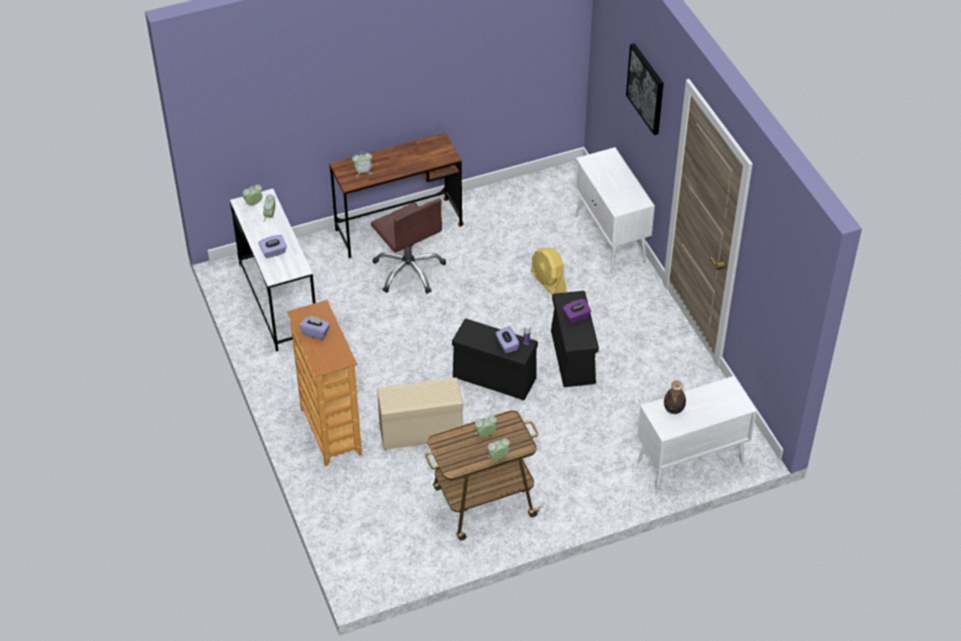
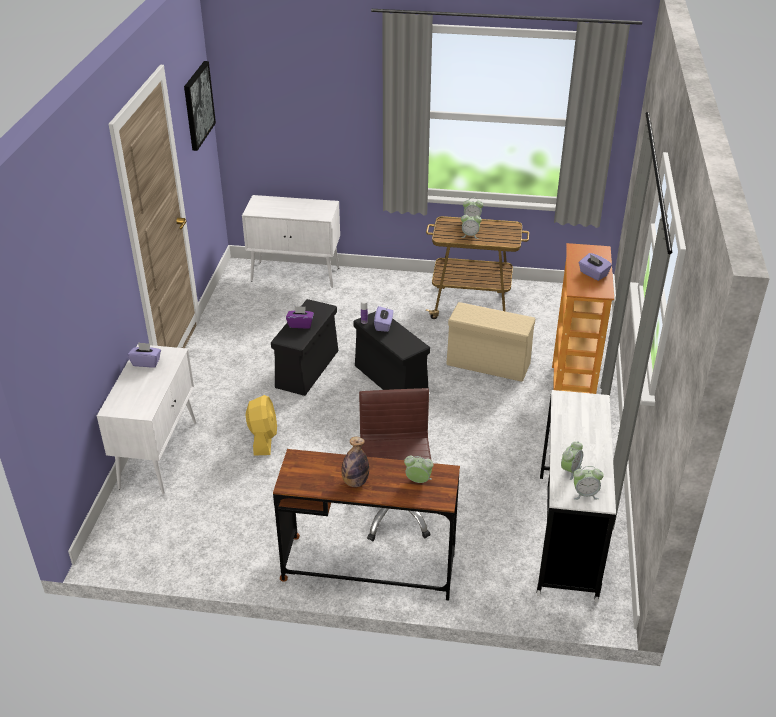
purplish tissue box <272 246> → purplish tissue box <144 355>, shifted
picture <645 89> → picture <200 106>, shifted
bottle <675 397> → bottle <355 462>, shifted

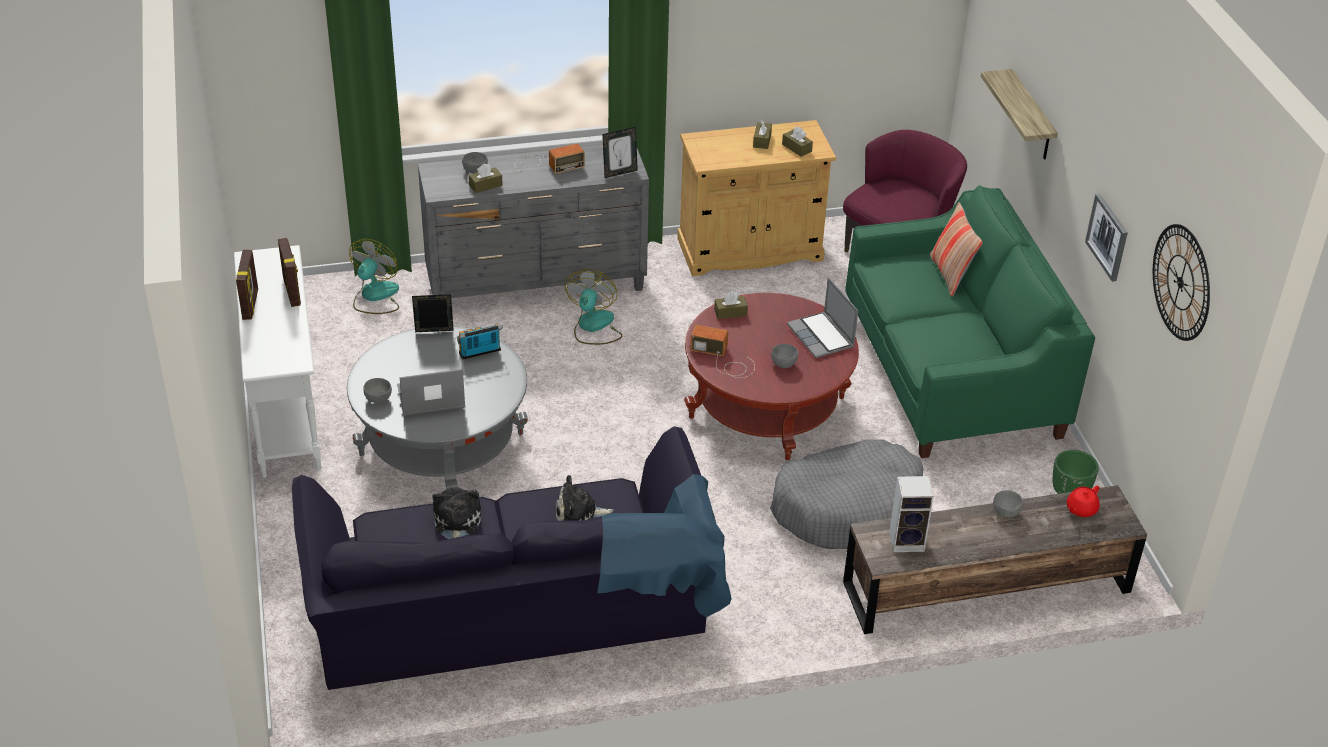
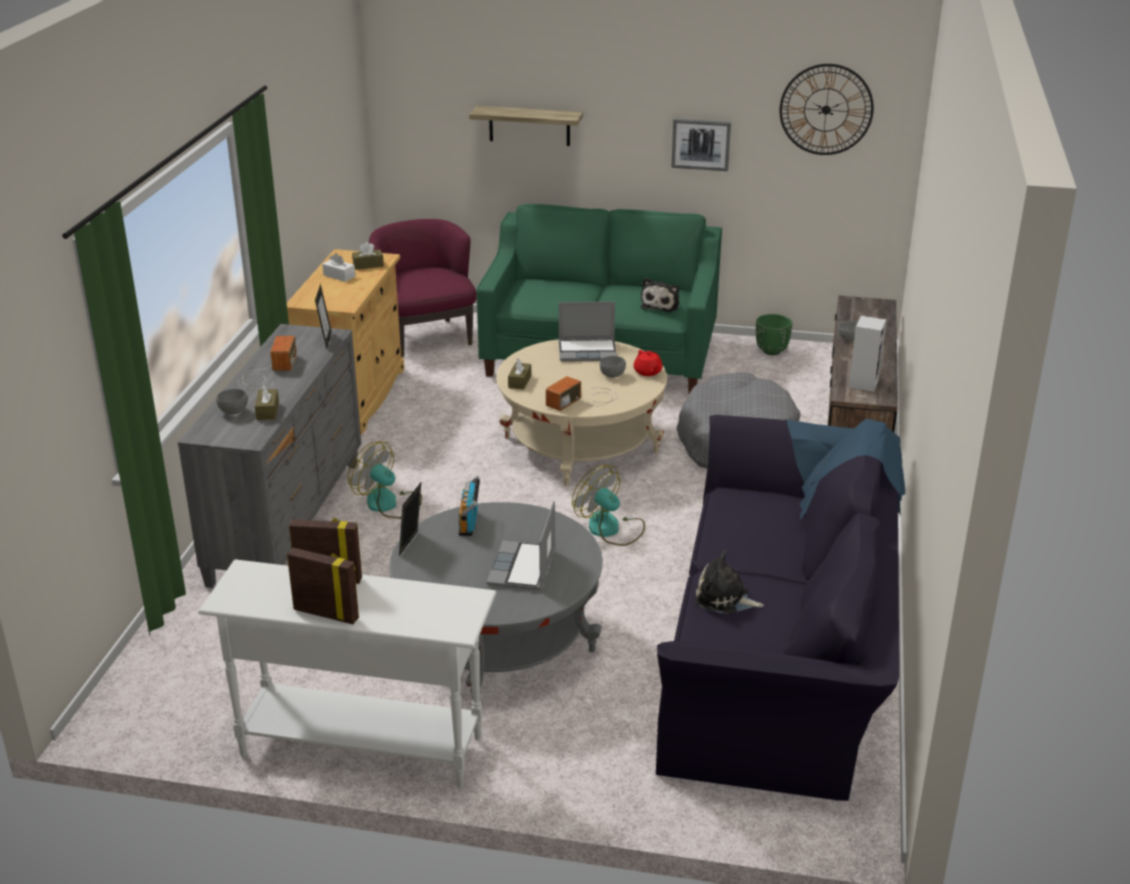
brownish tissue box <762 134> → white-coloured tissue box <338 267>
reddish coffee table <771 376> → beige-coloured coffee table <581 412>
cooling fan <374 276> → cooling fan <608 505>, shifted
reddish tea pot <1083 501> → reddish tea pot <648 363>, shifted
cuddly toy <584 498> → cuddly toy <660 295>, shifted
gray serving bowl <377 390> → -
cushion <956 249> → -

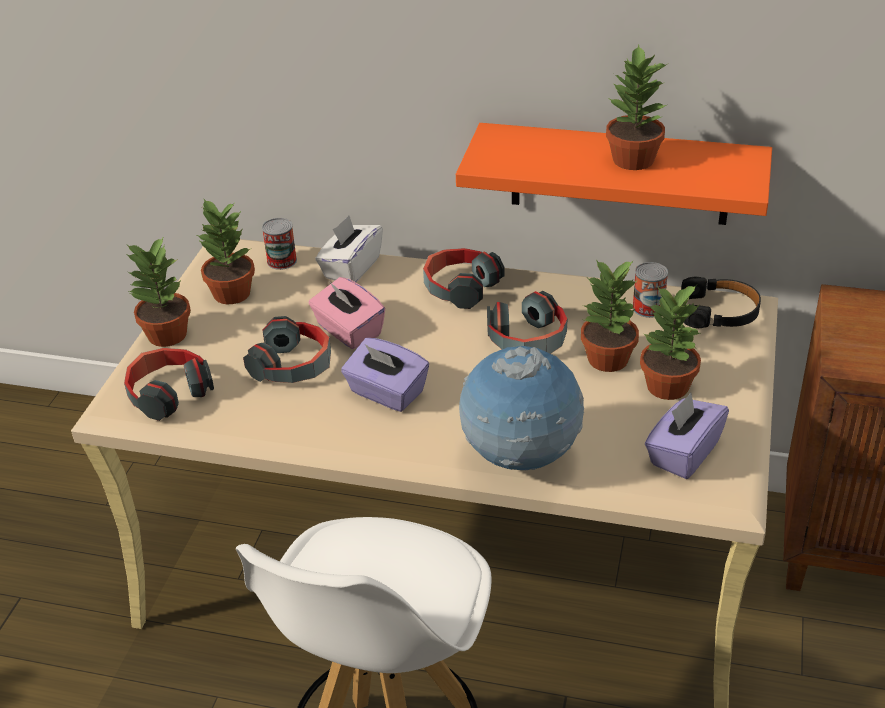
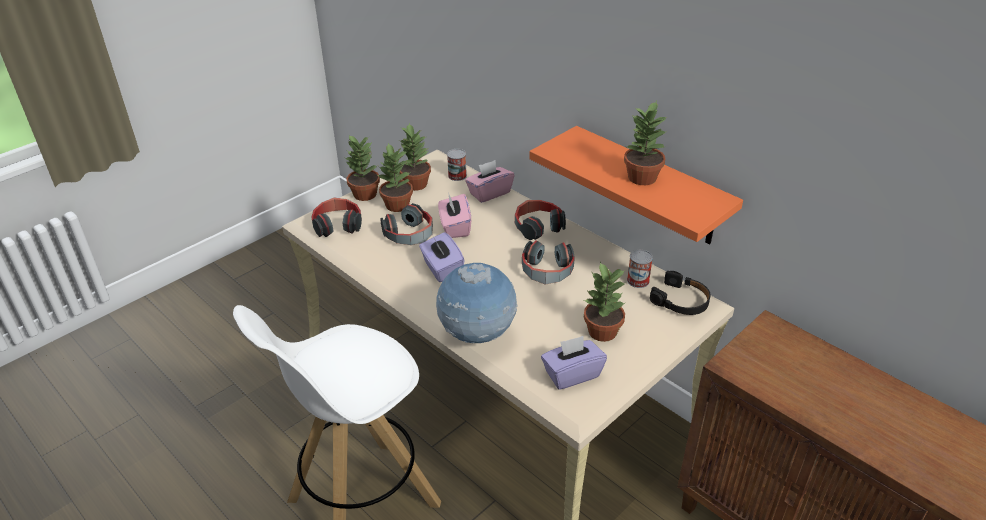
potted plant <610 316> → potted plant <395 177>, shifted
white-coloured tissue box <349 249> → pink-coloured tissue box <490 181>

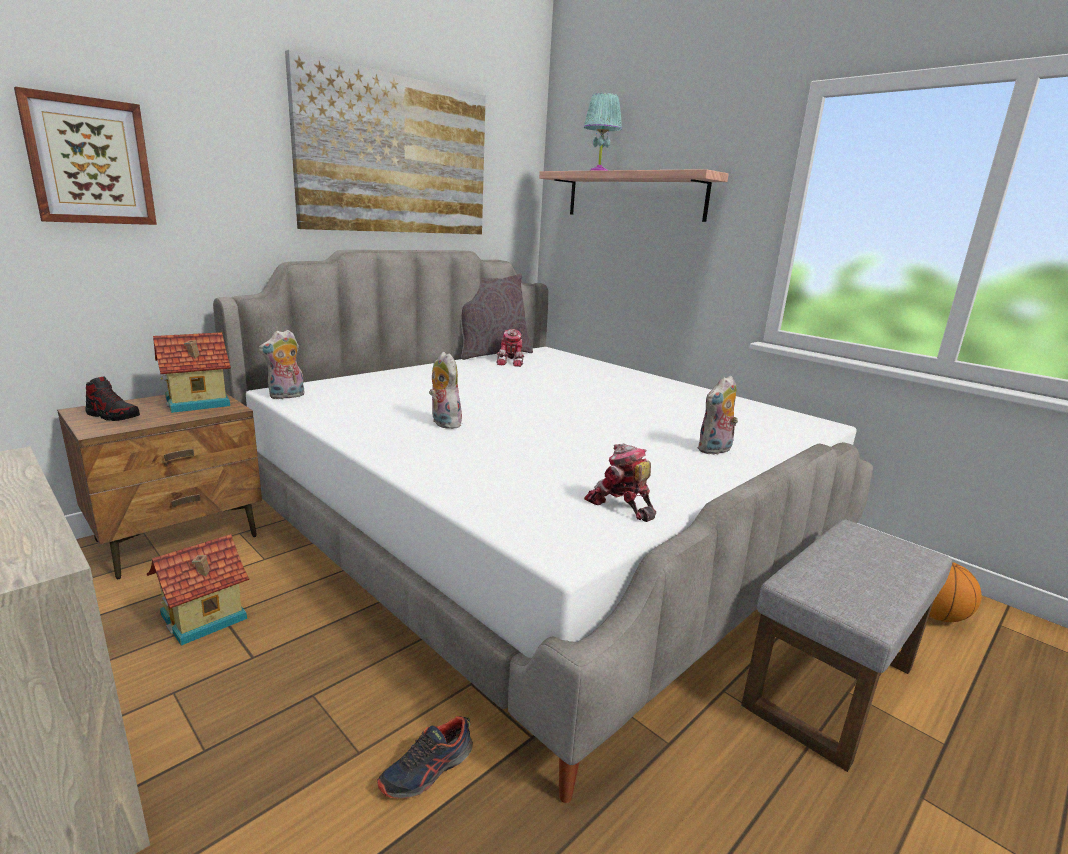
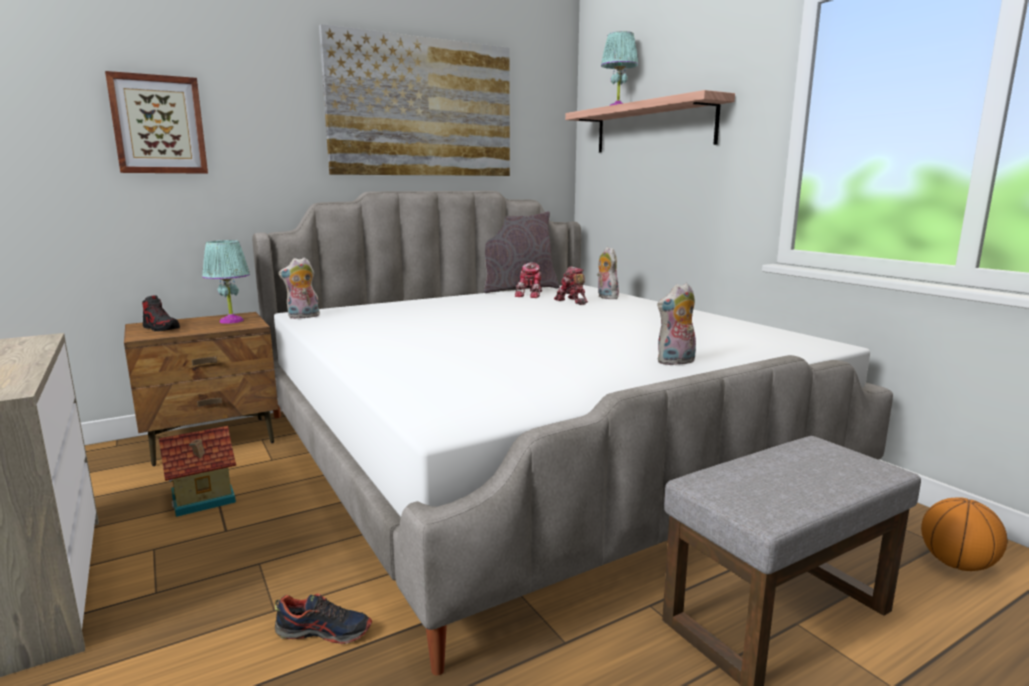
toy house <192 372> → turquoise-coloured table lamp <226 282>
item of footwear <425 757> → item of footwear <323 618>, 150 degrees counterclockwise
toy robot <620 482> → toy robot <571 285>, shifted
cuddly toy <445 390> → cuddly toy <608 273>, shifted

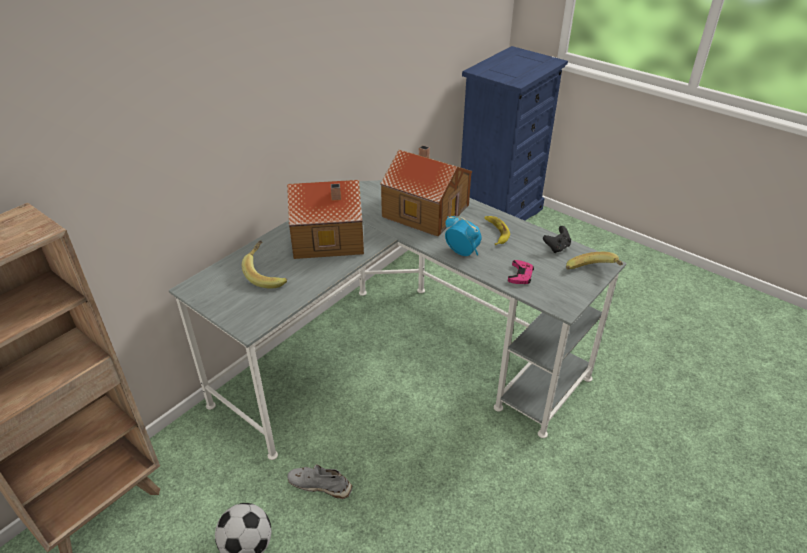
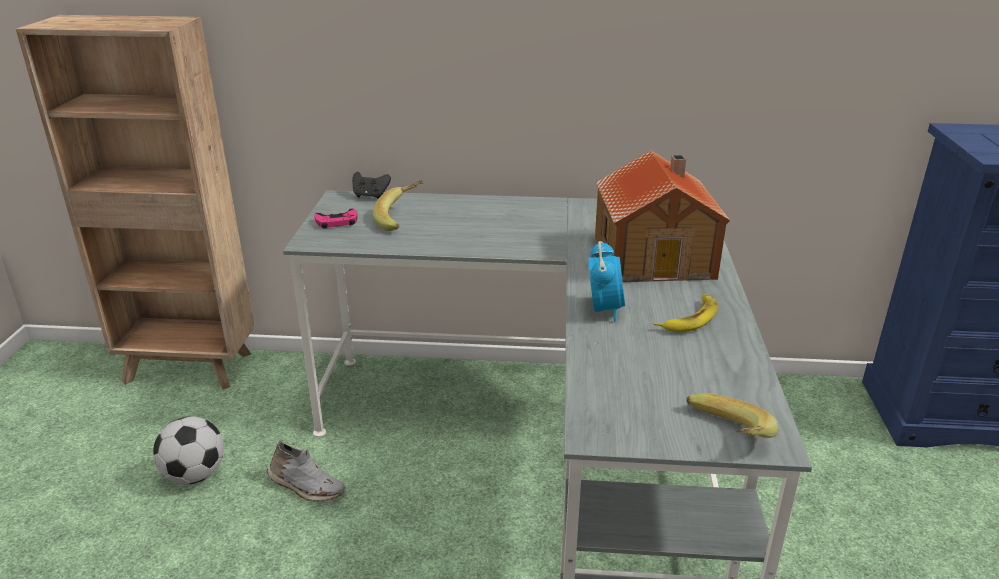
gray item of footwear <320 481> → gray item of footwear <306 471>, 135 degrees clockwise
pink-coloured joypad <521 272> → pink-coloured joypad <336 219>, shifted
black-coloured joypad <557 239> → black-coloured joypad <371 185>, shifted
toy house <325 219> → -

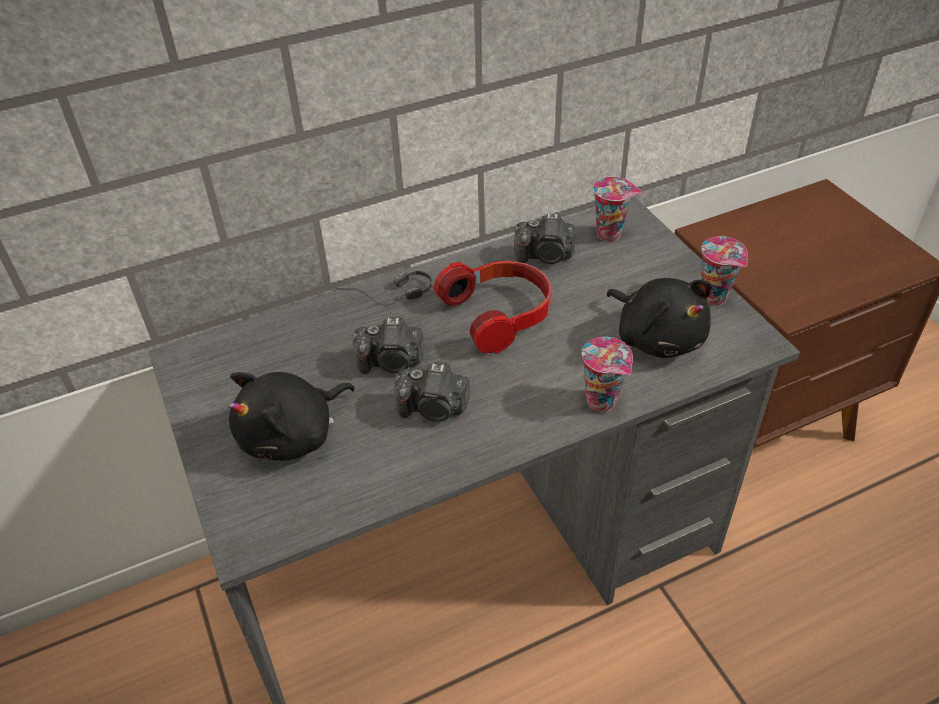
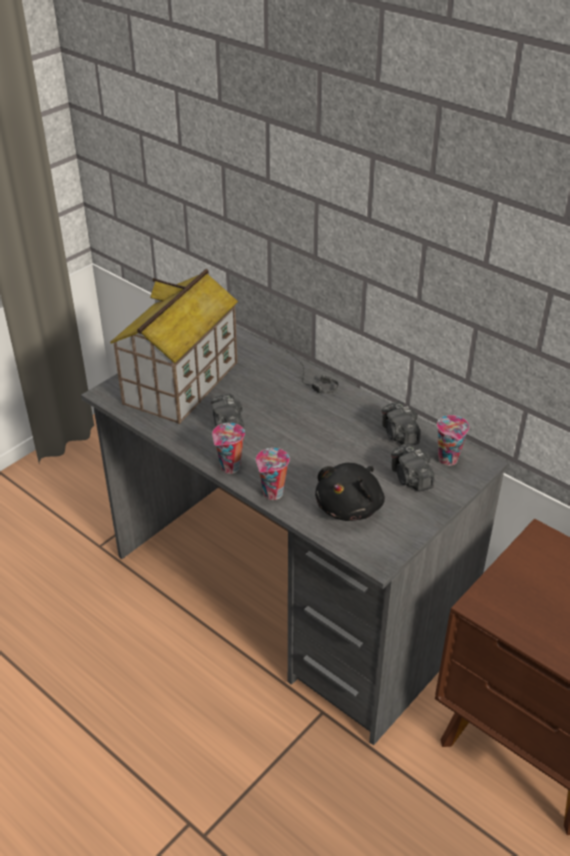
black-coloured cuddly toy <292 416> → toy house <174 346>
cup <724 271> → cup <228 448>, shifted
still camera <388 345> → still camera <413 467>, shifted
headset <492 307> → -

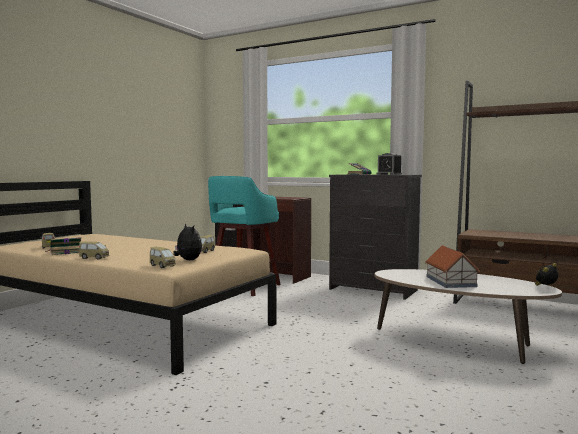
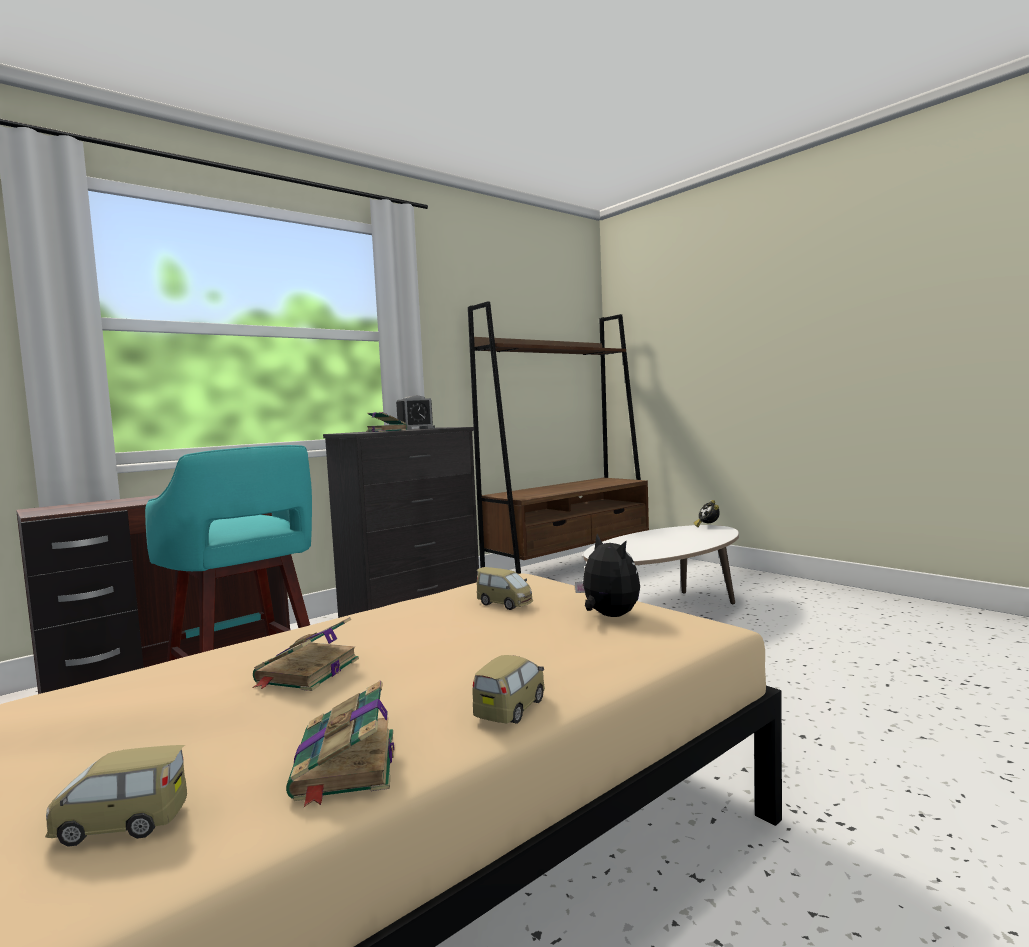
- → bound book <305 654>
cuddly toy <187 241> → cuddly toy <607 575>, 75 degrees clockwise
model car <163 257> → -
toy house <452 266> → -

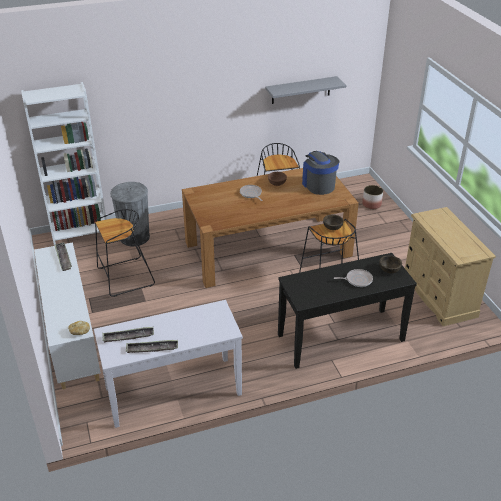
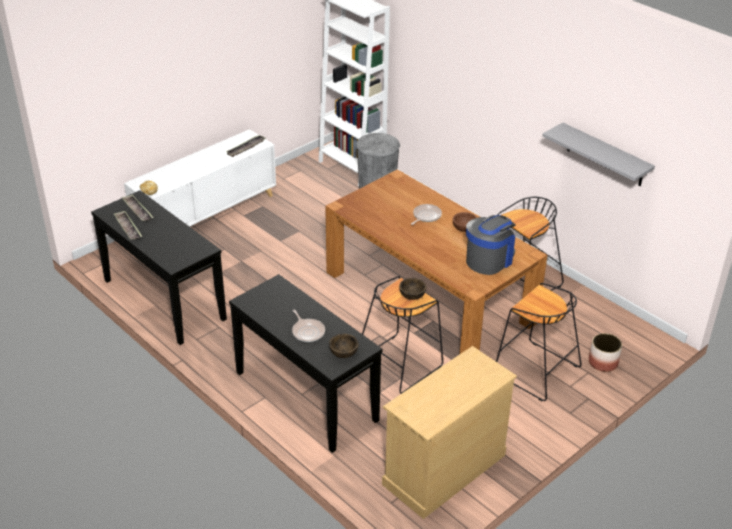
white-coloured narrow table <168 364> → black-coloured narrow table <159 267>
black-coloured stool seat <125 253> → black-coloured stool seat <539 342>, shifted

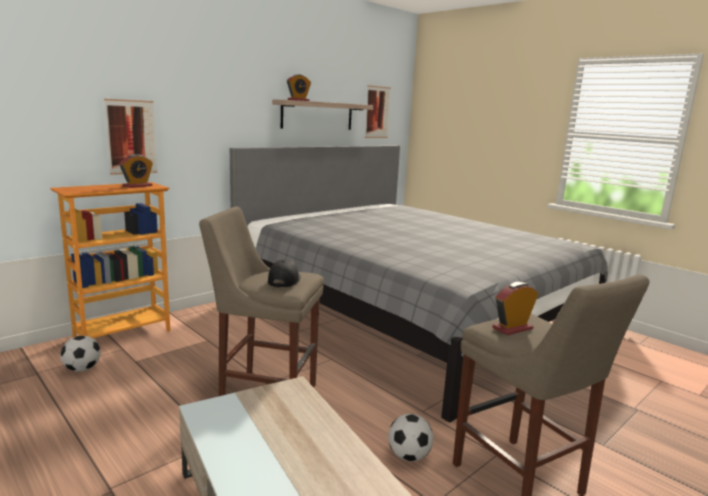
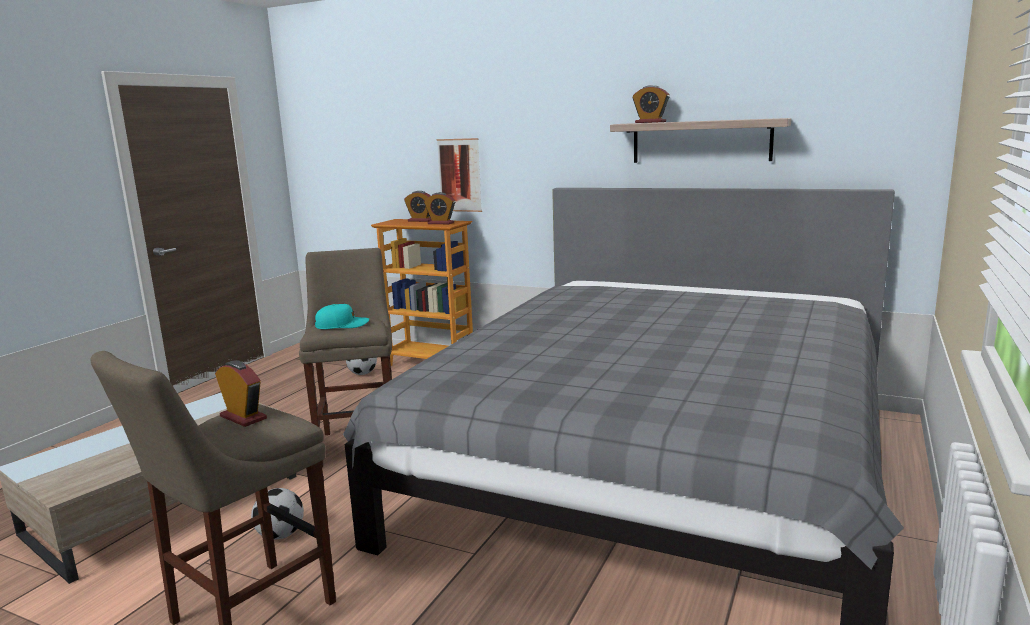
black-coloured baseball cap <284 273> → turquoise-coloured baseball cap <342 316>
- → table clock <418 206>
picture <377 111> → -

